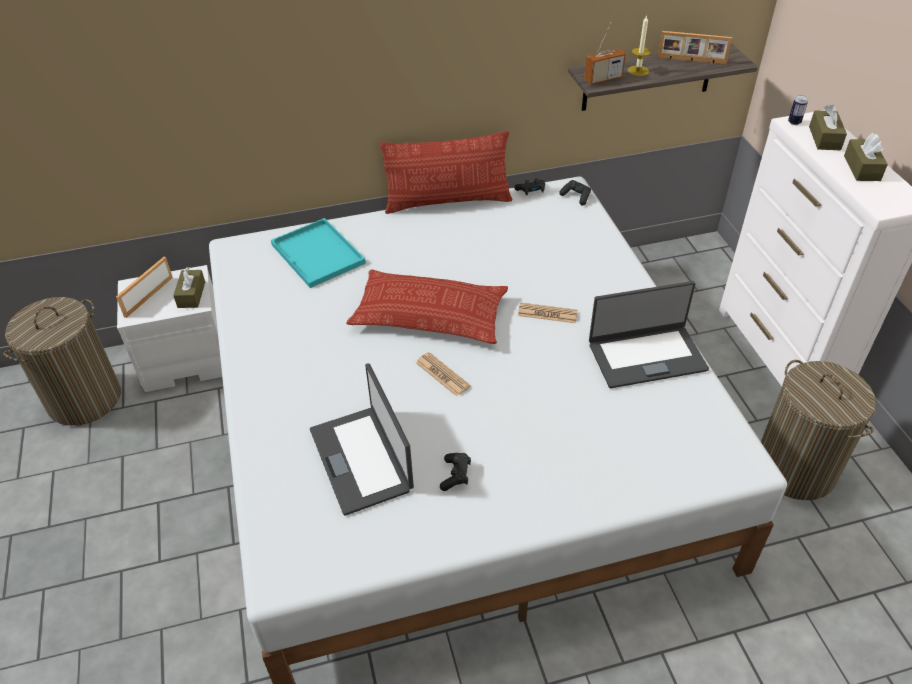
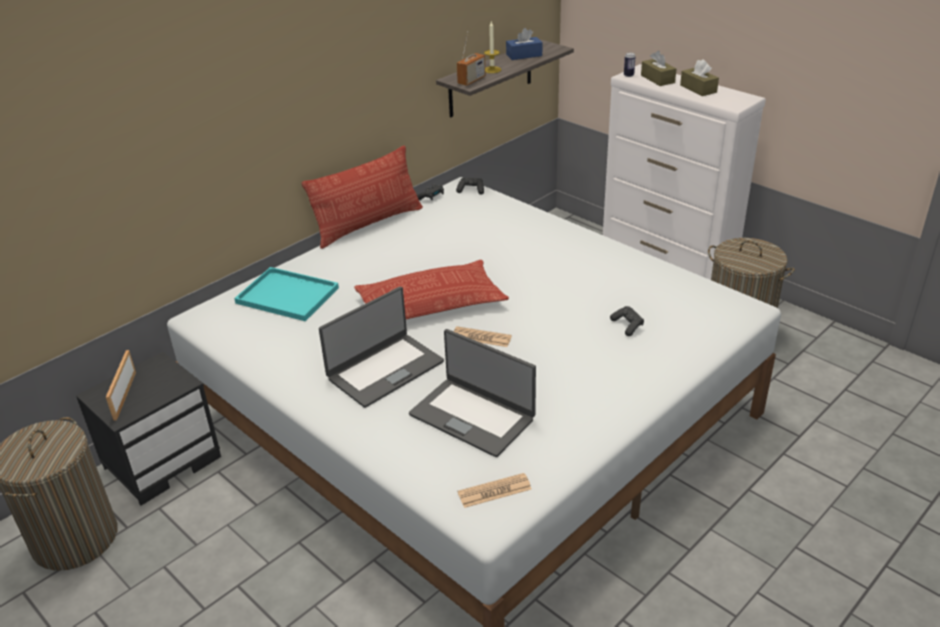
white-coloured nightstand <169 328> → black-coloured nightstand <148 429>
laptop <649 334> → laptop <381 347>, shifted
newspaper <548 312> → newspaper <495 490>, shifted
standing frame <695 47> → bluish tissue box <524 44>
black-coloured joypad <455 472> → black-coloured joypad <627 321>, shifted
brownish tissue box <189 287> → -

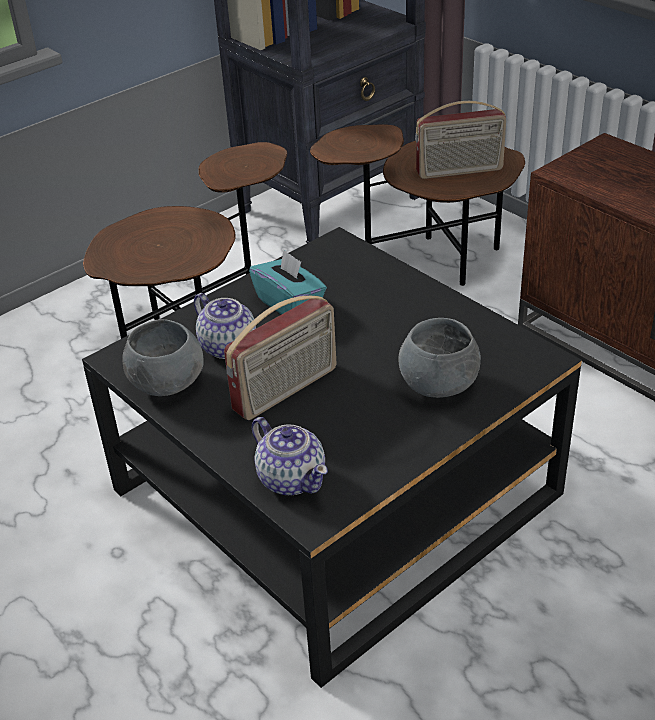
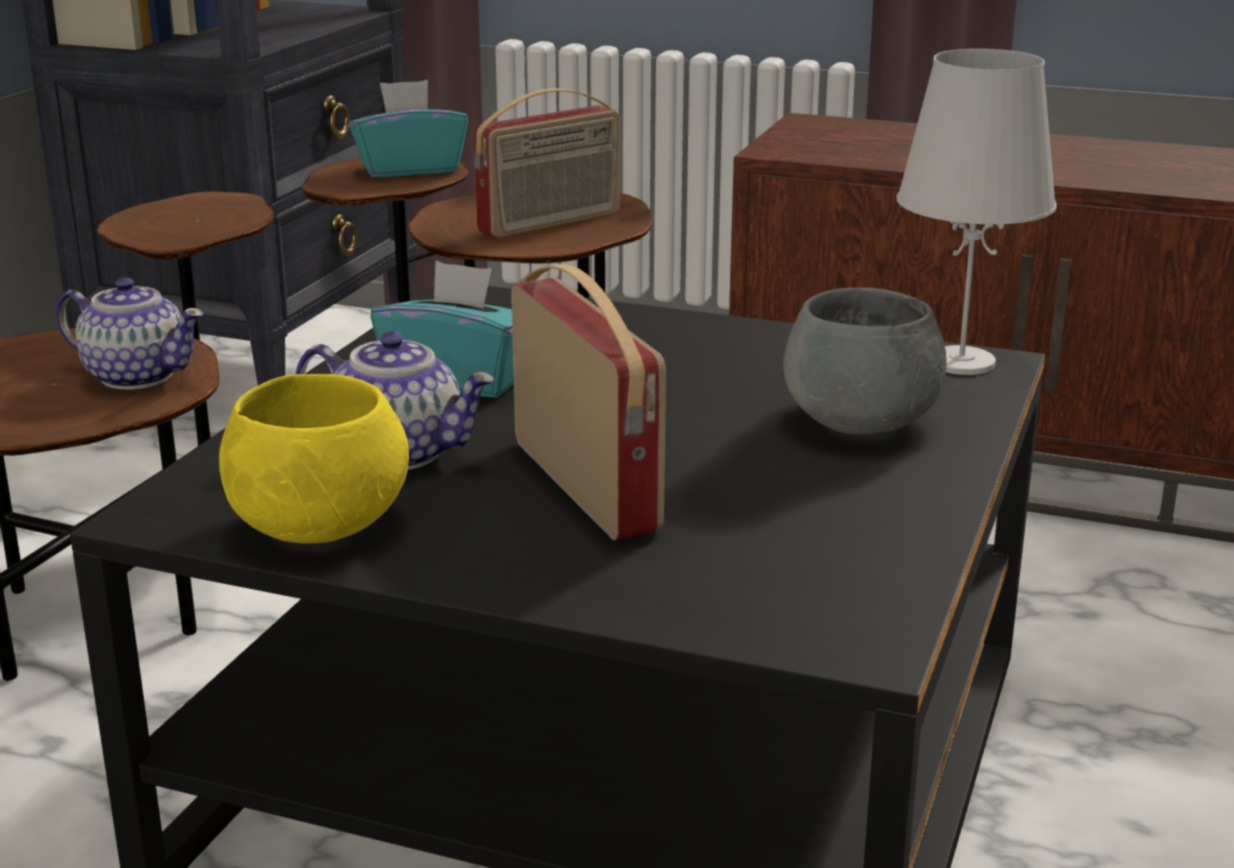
tea pot <290 456> → tea pot <130 333>, shifted
gray serving bowl <163 357> → yellow serving bowl <314 459>
- → turquoise-coloured tissue box <408 128>
radio <280 358> → radio <588 402>, 45 degrees counterclockwise
- → white-coloured table lamp <977 212>

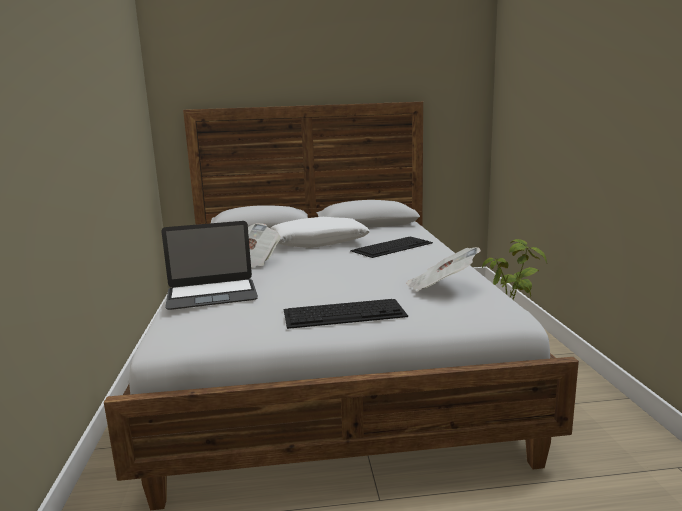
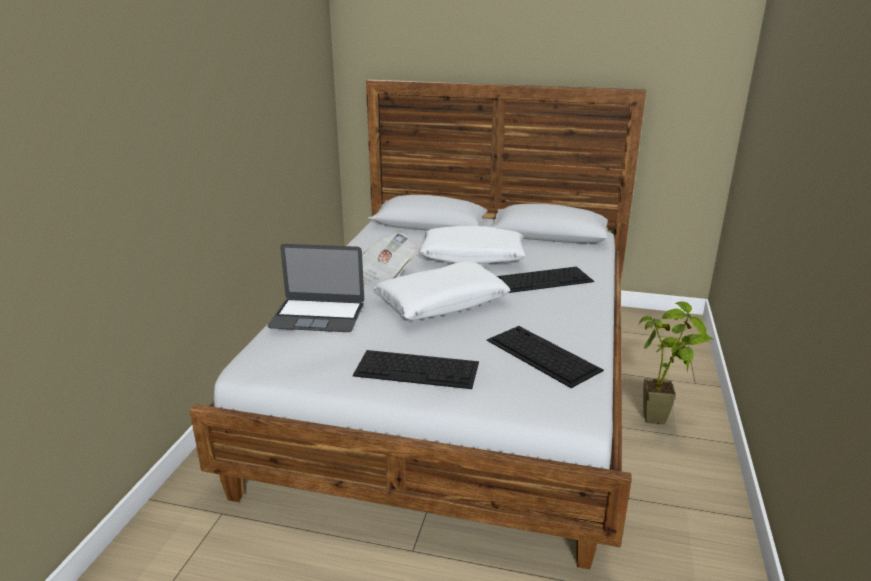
- → white-coloured cushion <442 290>
newspaper <443 269> → PC keyboard <545 357>

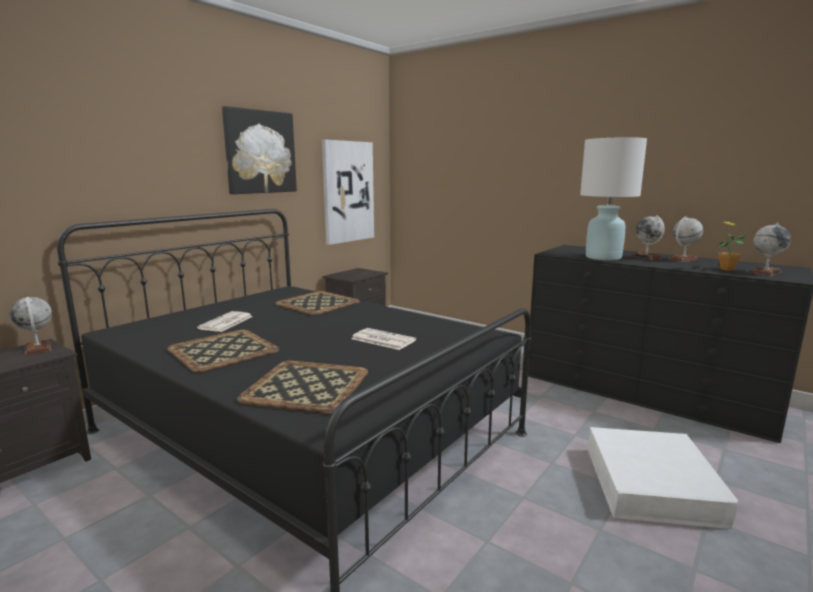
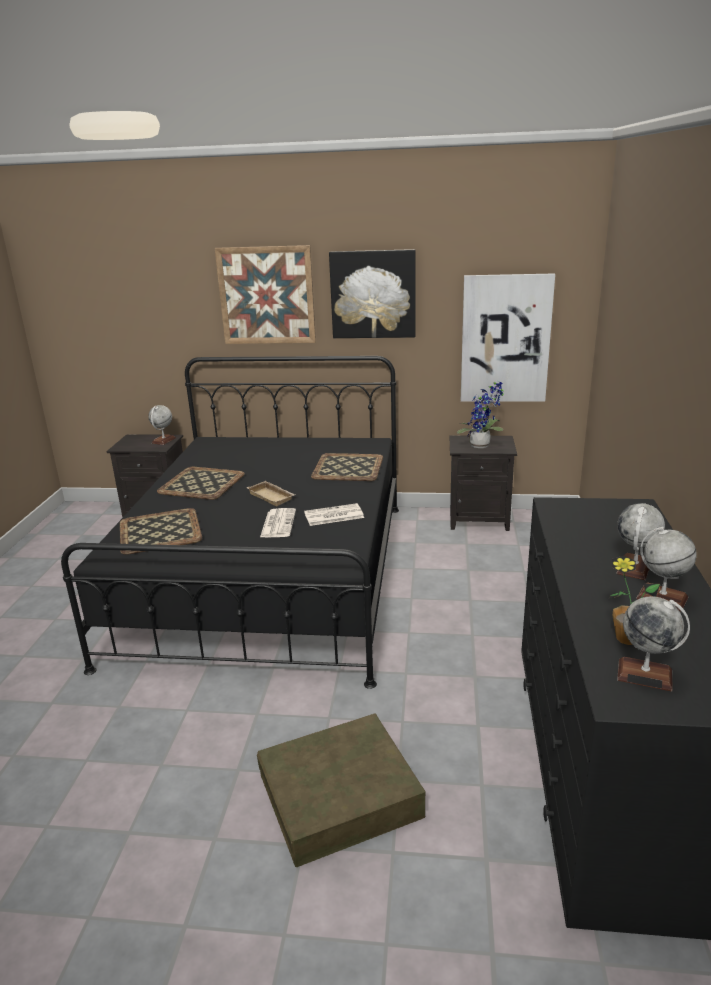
- → picture <265 294>
- → beige-coloured serving tray <270 493>
white-coloured storage bin <663 478> → brownish storage bin <341 790>
newspaper <225 321> → newspaper <334 514>, shifted
- → potted plant <480 414>
white-coloured table lamp <613 199> → -

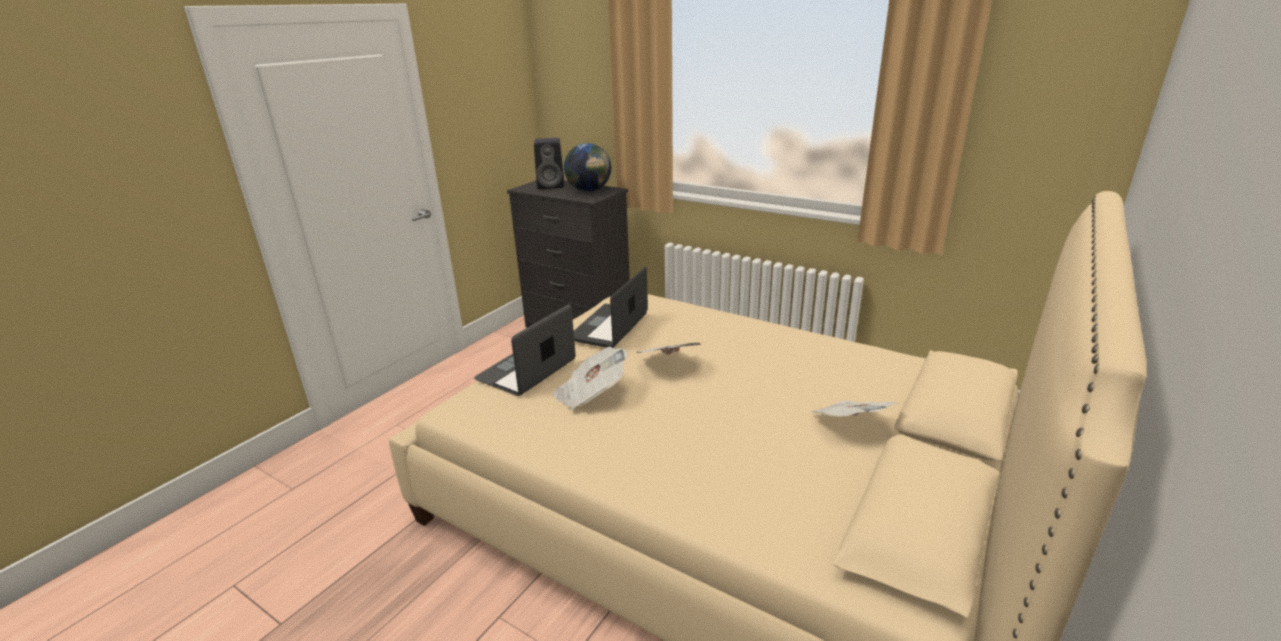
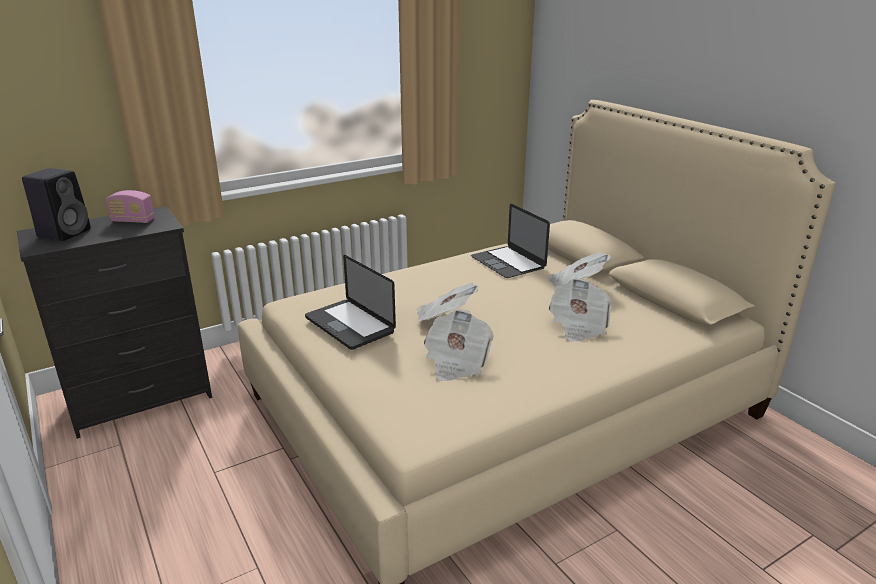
globe <587 167> → radio <130 206>
laptop <525 350> → laptop <510 241>, shifted
- → newspaper <580 310>

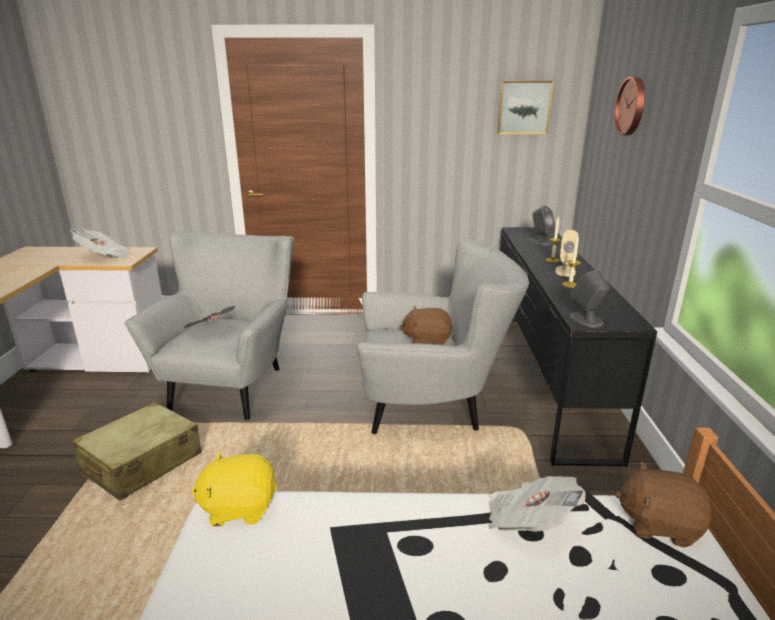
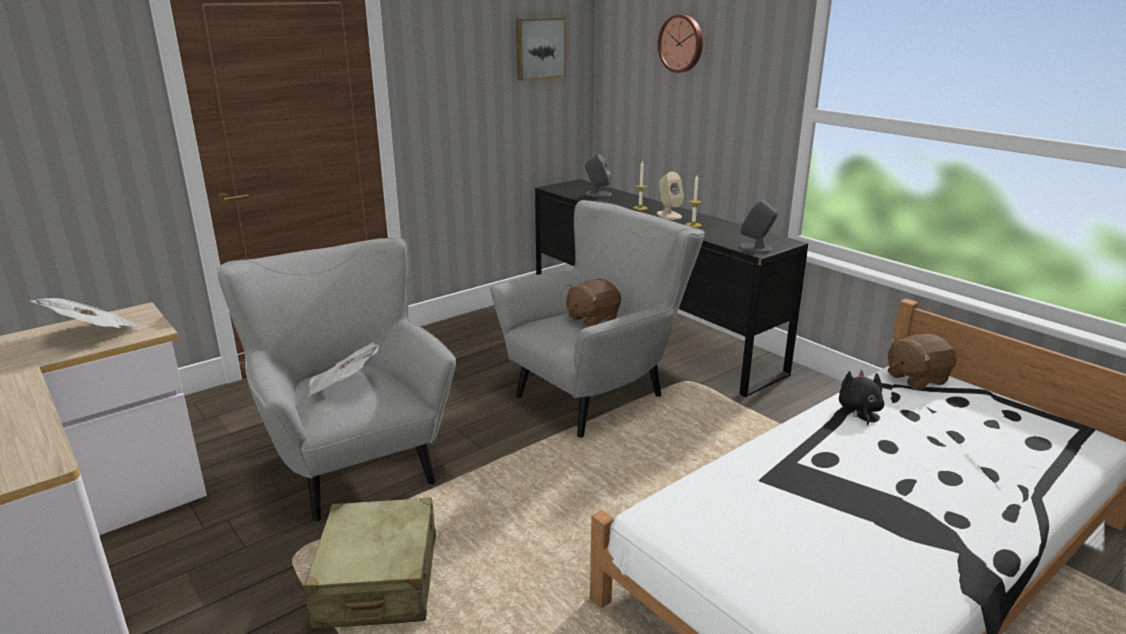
newspaper <537 504> → black-coloured cuddly toy <861 398>
yellow cuddly toy <234 489> → -

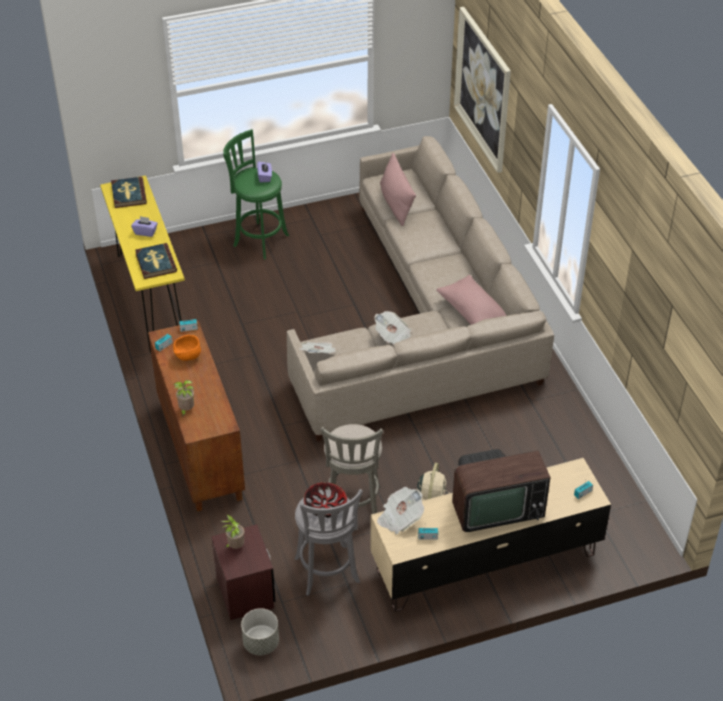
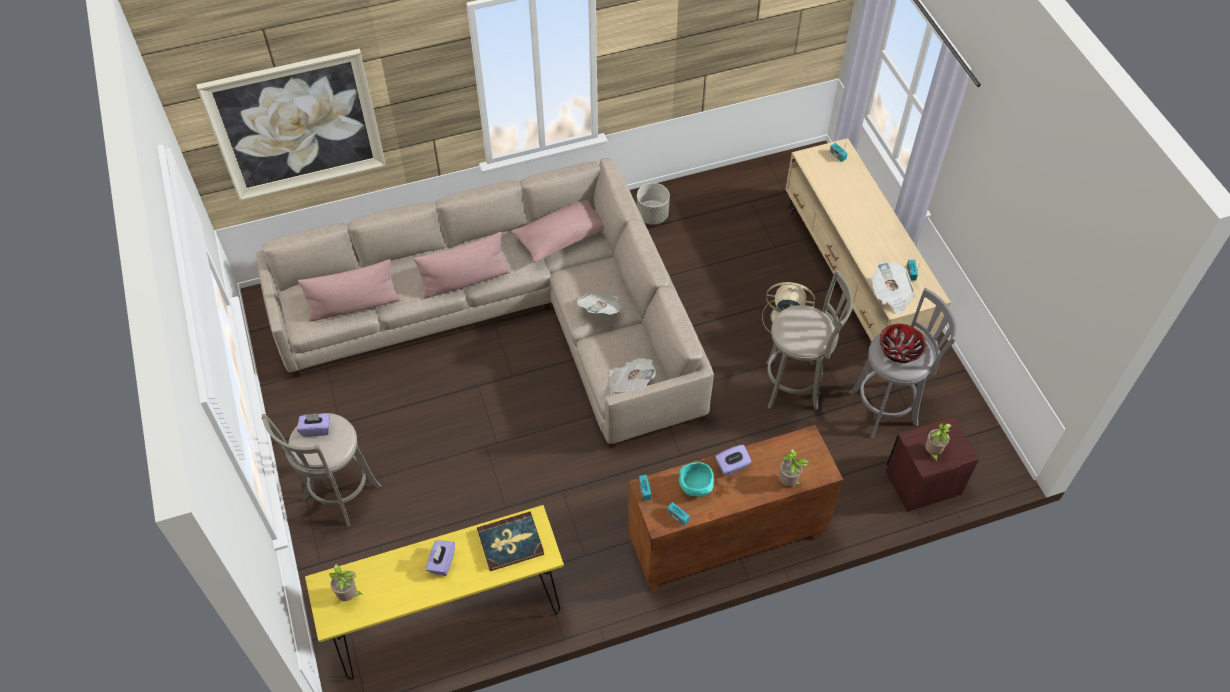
green-coloured stool seat <256 194> → gray stool seat <321 470>
bound book <129 192> → potted plant <346 582>
- → pink-coloured cushion <462 265>
gray planter <260 631> → gray planter <653 203>, shifted
orange serving bowl <187 348> → turquoise-coloured serving bowl <696 479>
- → purplish tissue box <733 460>
TV set <501 490> → -

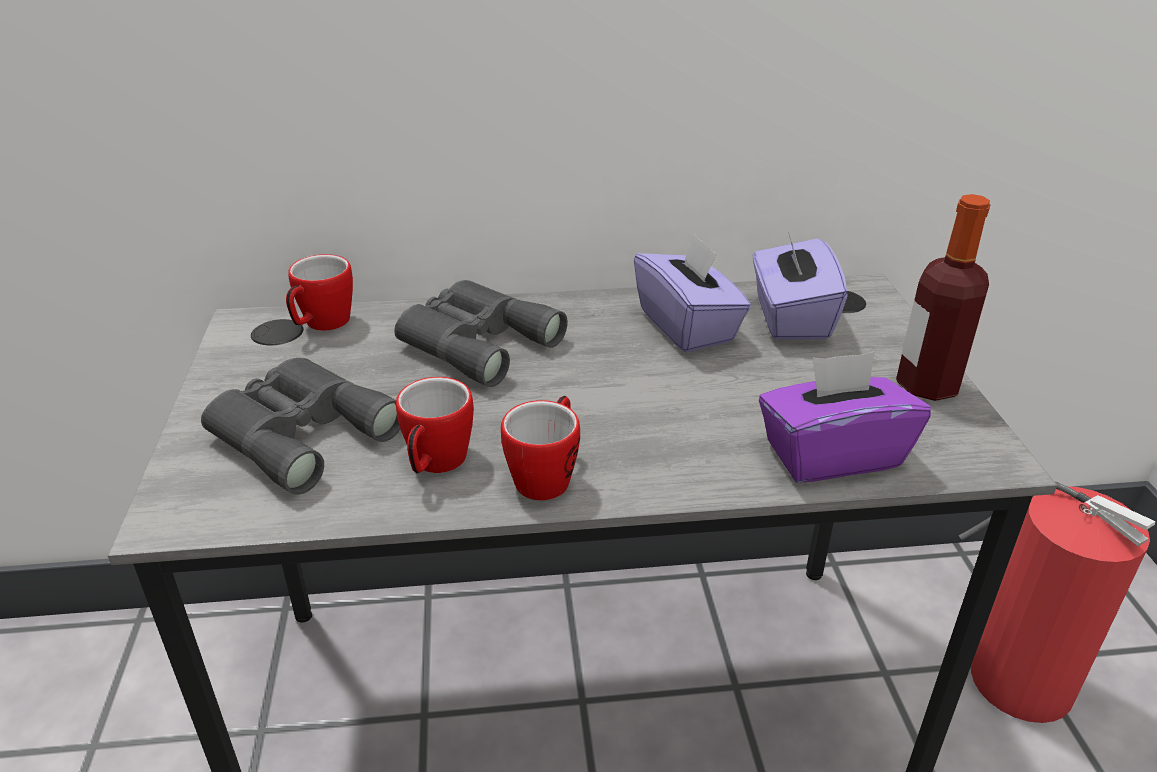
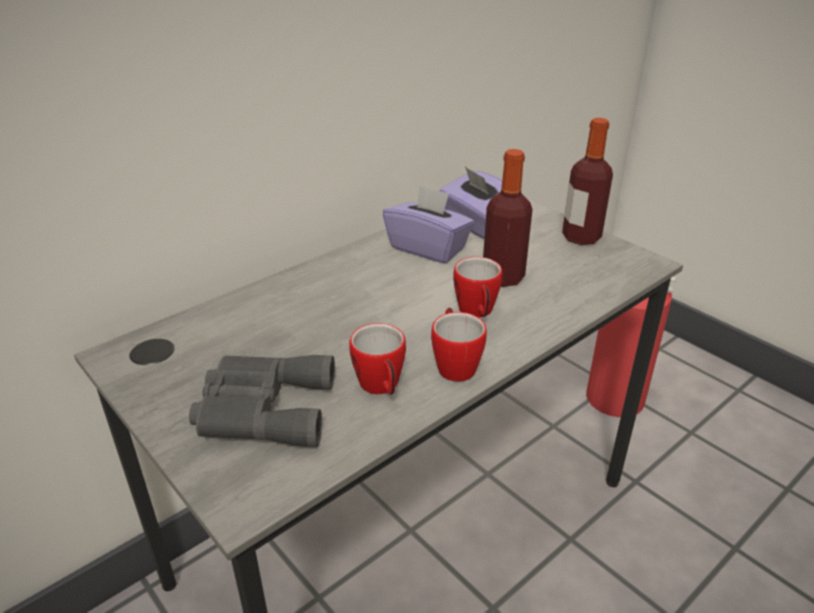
tea mug <319 292> → tea mug <477 287>, shifted
- → bottle <508 218>
gray field glasses <481 333> → -
purplish tissue box <845 417> → -

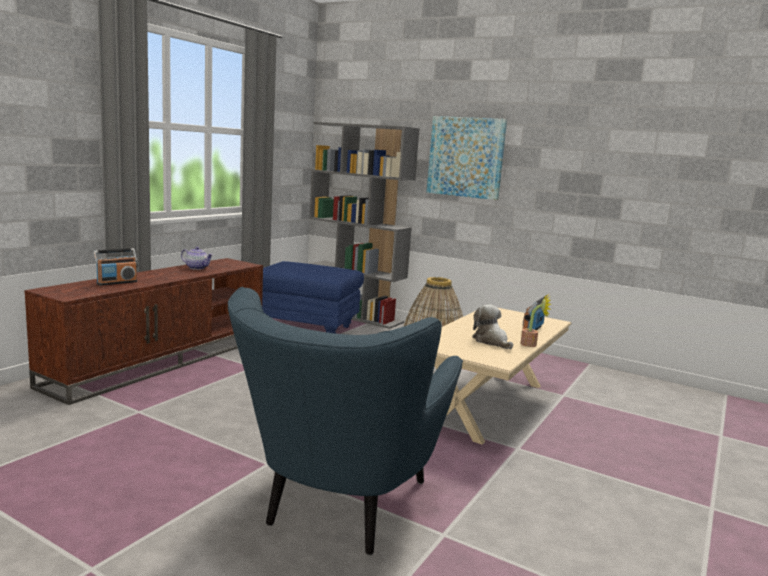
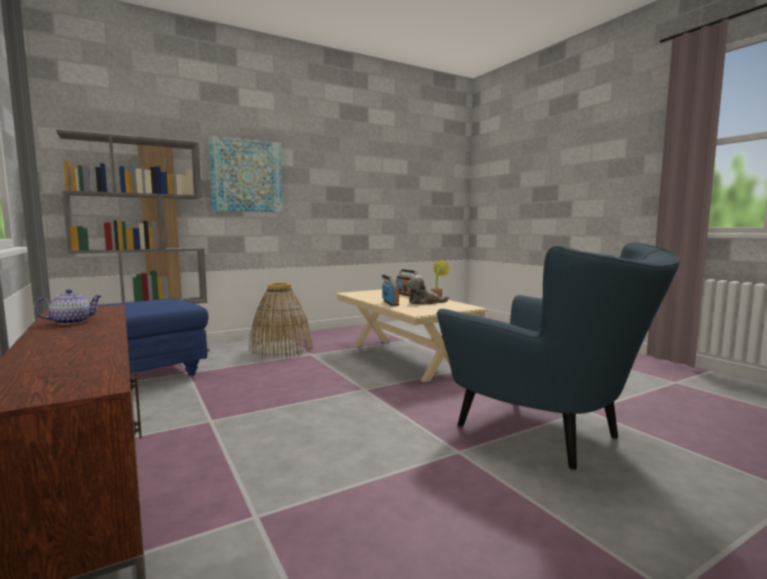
radio <115 267> → radio <390 290>, shifted

